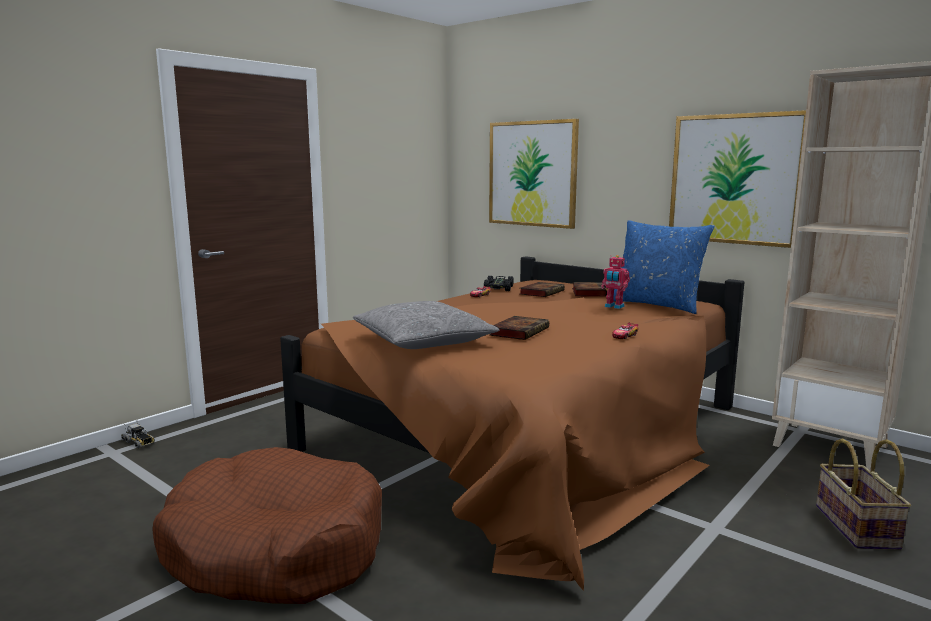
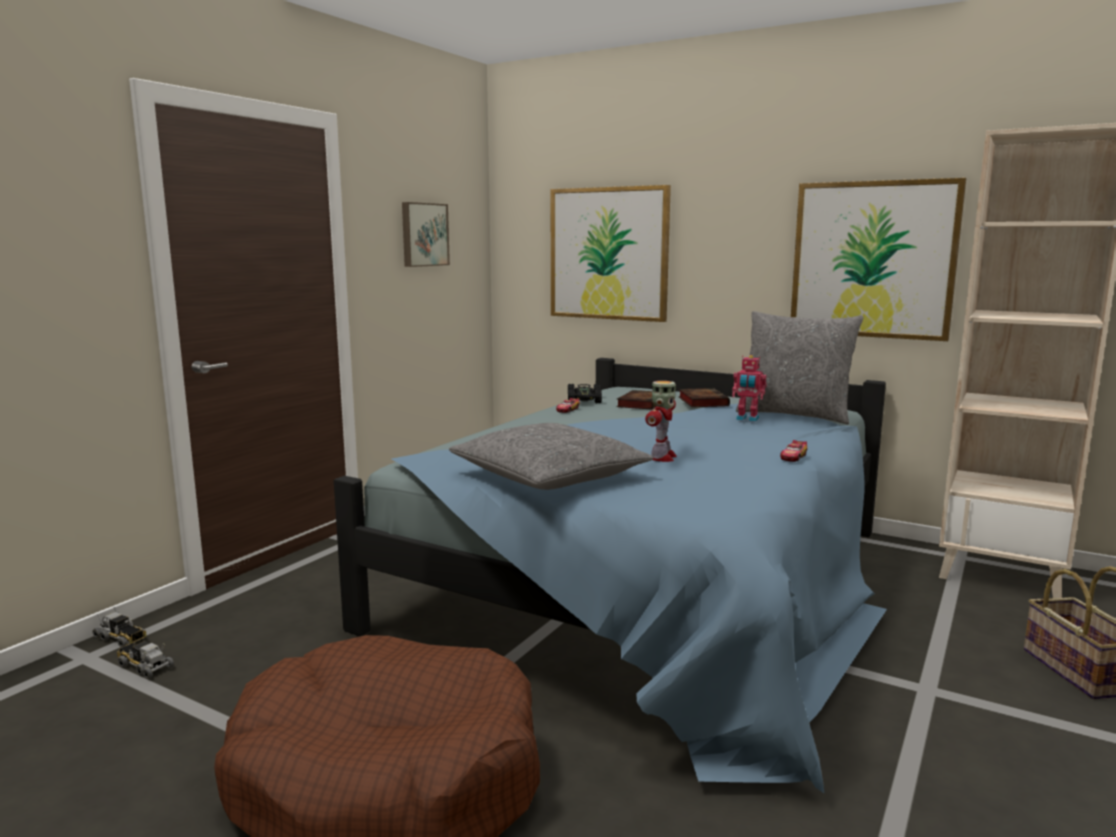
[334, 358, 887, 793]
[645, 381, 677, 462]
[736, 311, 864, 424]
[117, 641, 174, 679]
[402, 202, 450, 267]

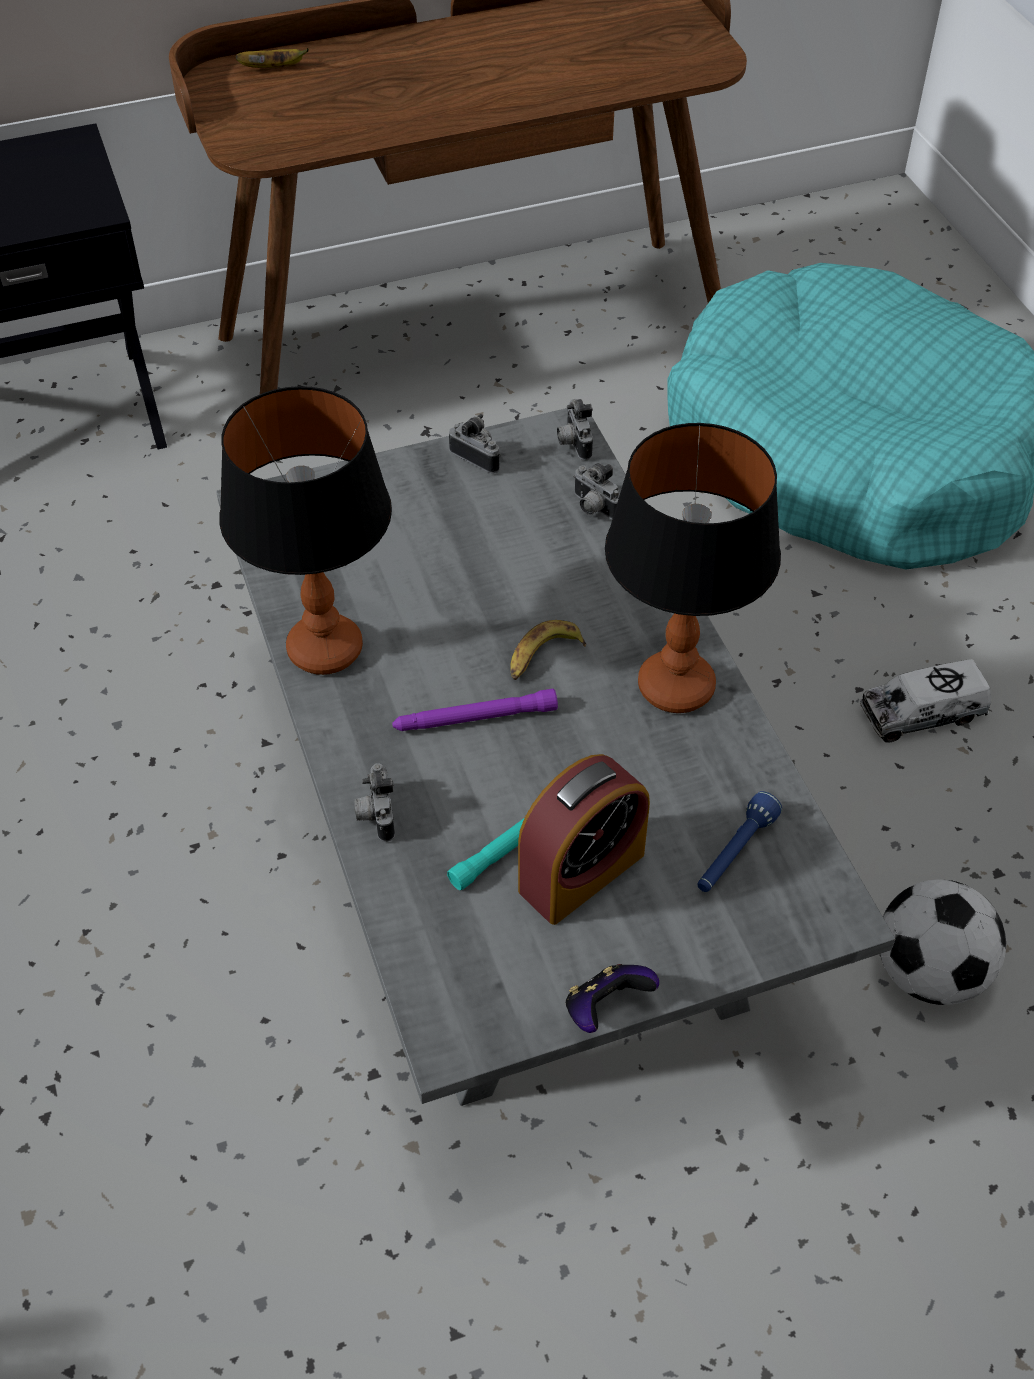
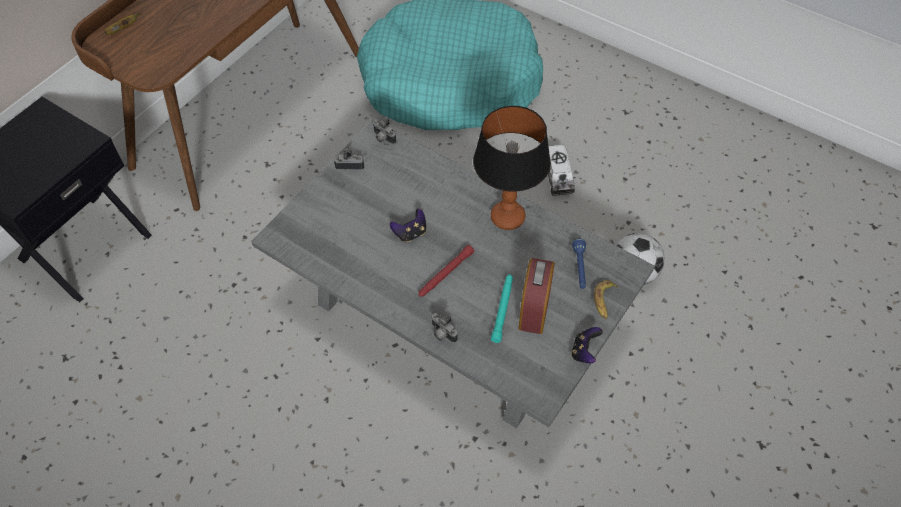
[219, 386, 392, 675] (first image)
[419, 245, 474, 297]
[594, 280, 619, 319]
[573, 463, 620, 520] (first image)
[548, 145, 575, 196]
[390, 209, 426, 242]

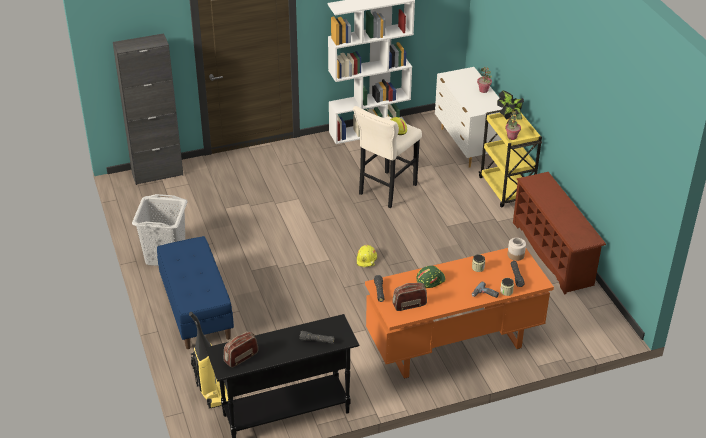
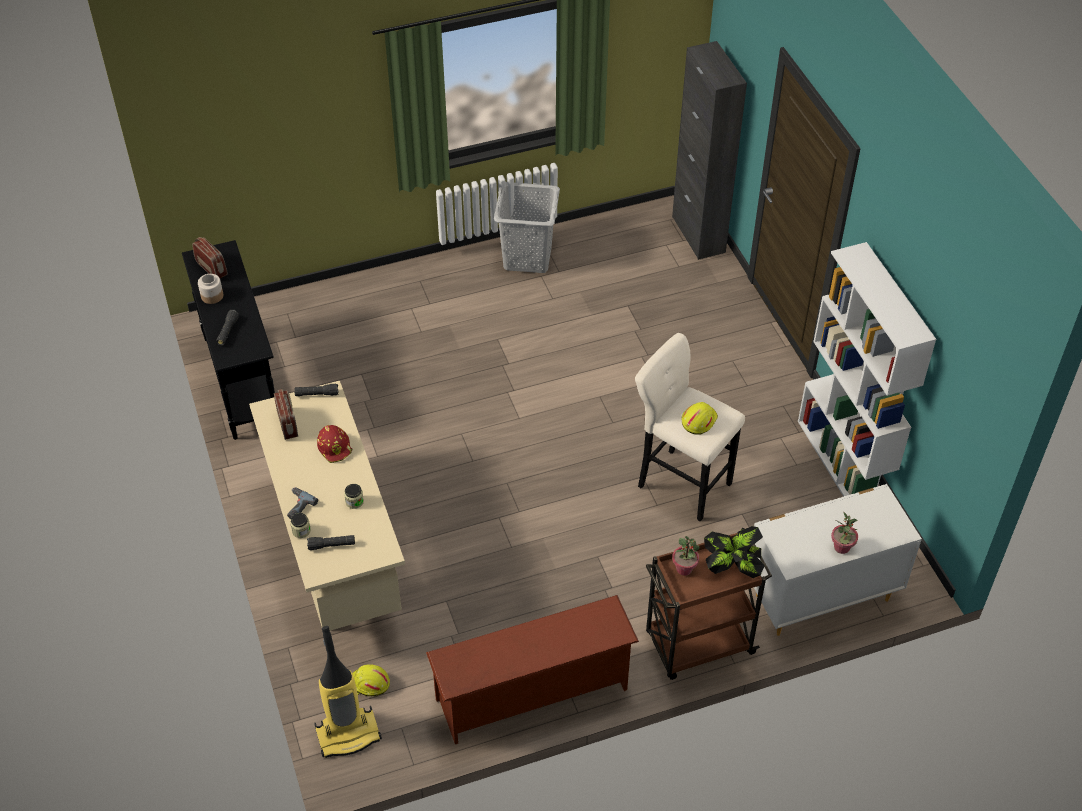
[157, 236, 234, 349] (first image)
[315, 626, 382, 758]
[352, 664, 390, 696]
[249, 381, 405, 631]
[317, 425, 353, 463]
[646, 532, 772, 680]
[198, 274, 223, 304]

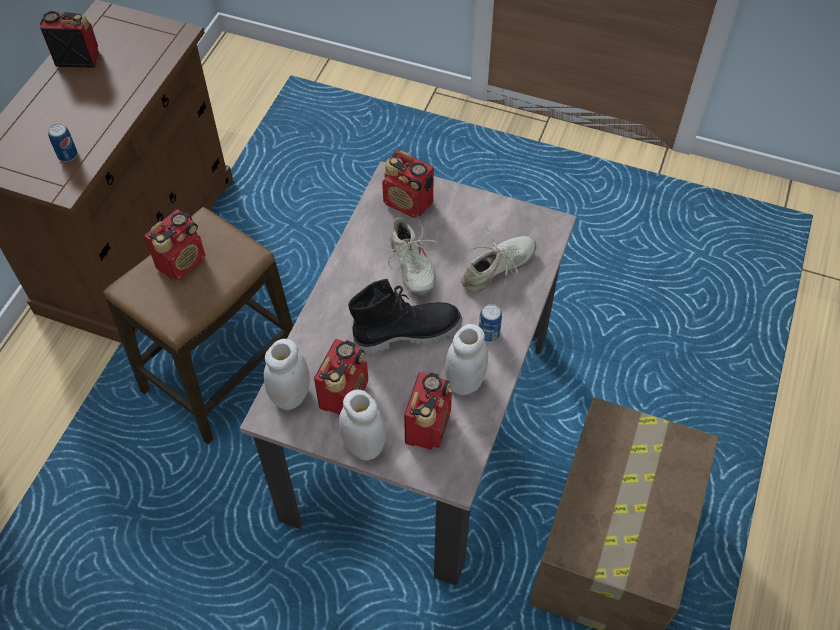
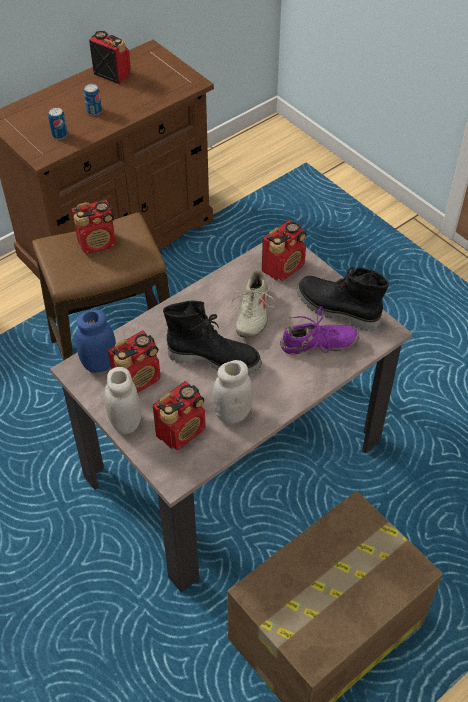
[76, 309, 116, 373]
[262, 220, 306, 281]
[280, 306, 359, 355]
[84, 84, 102, 115]
[297, 266, 389, 331]

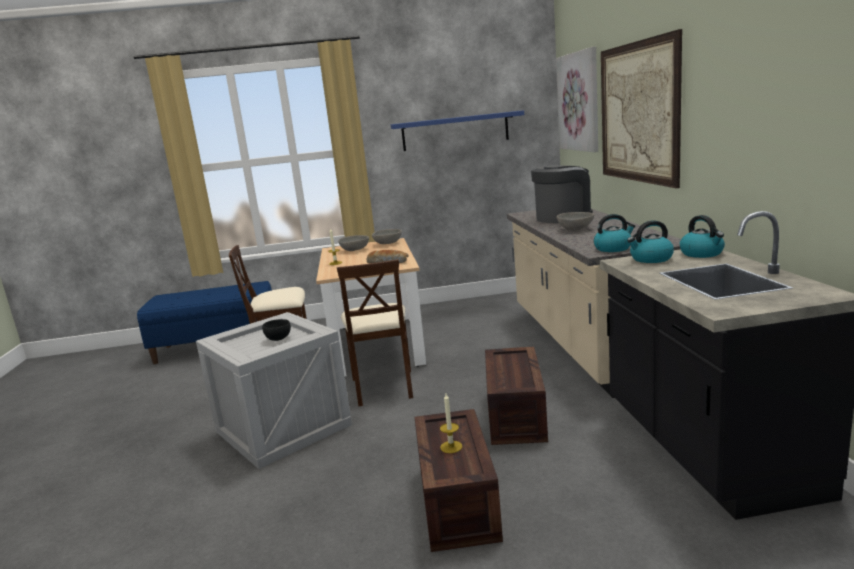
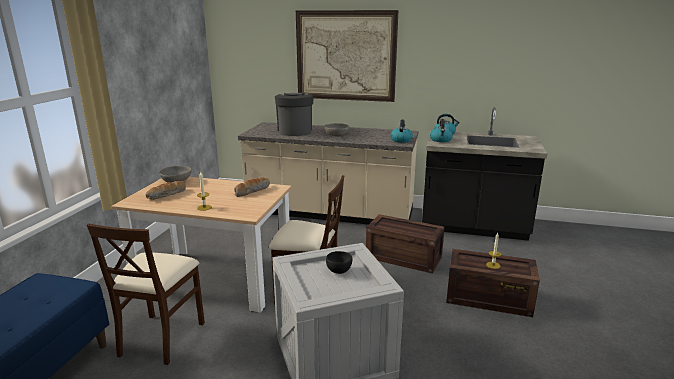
[146, 181, 186, 200]
[391, 110, 524, 151] (first image)
[556, 47, 598, 152] (first image)

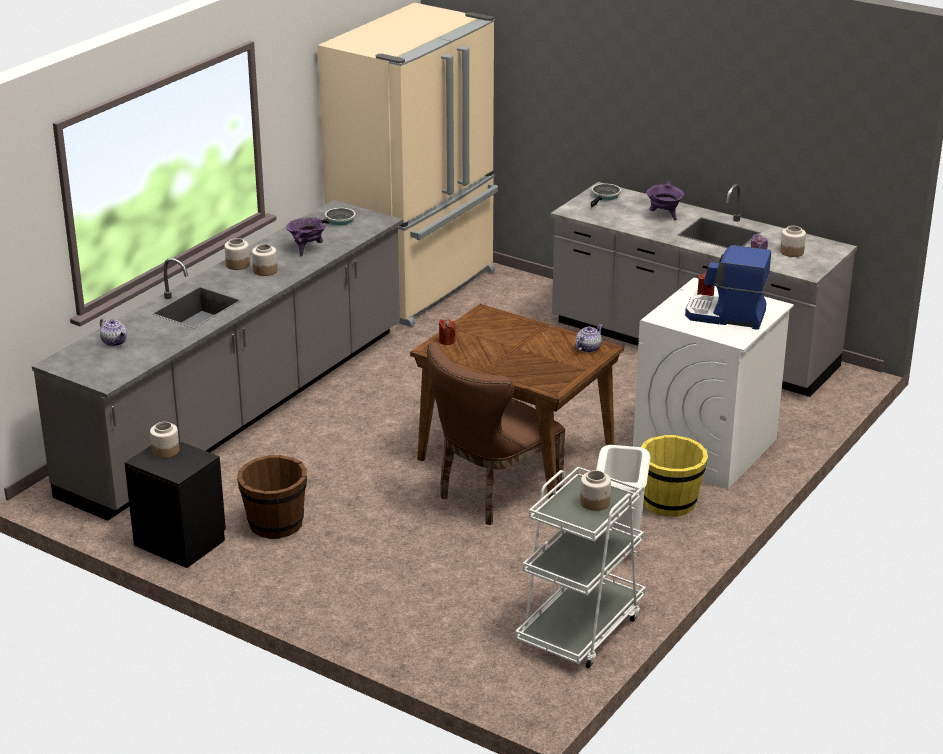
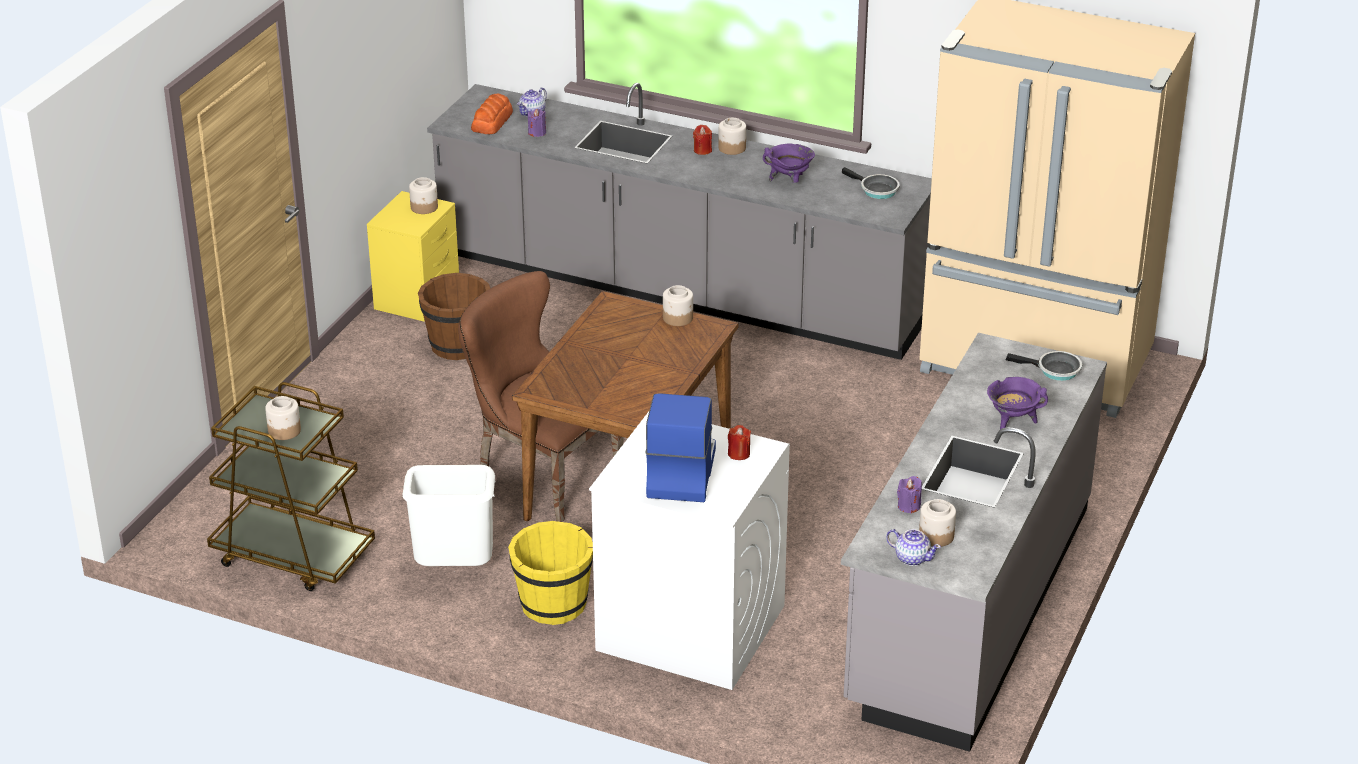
[367, 191, 459, 322]
[663, 285, 693, 326]
[693, 125, 712, 155]
[207, 382, 375, 591]
[886, 529, 941, 566]
[471, 94, 513, 134]
[528, 109, 546, 137]

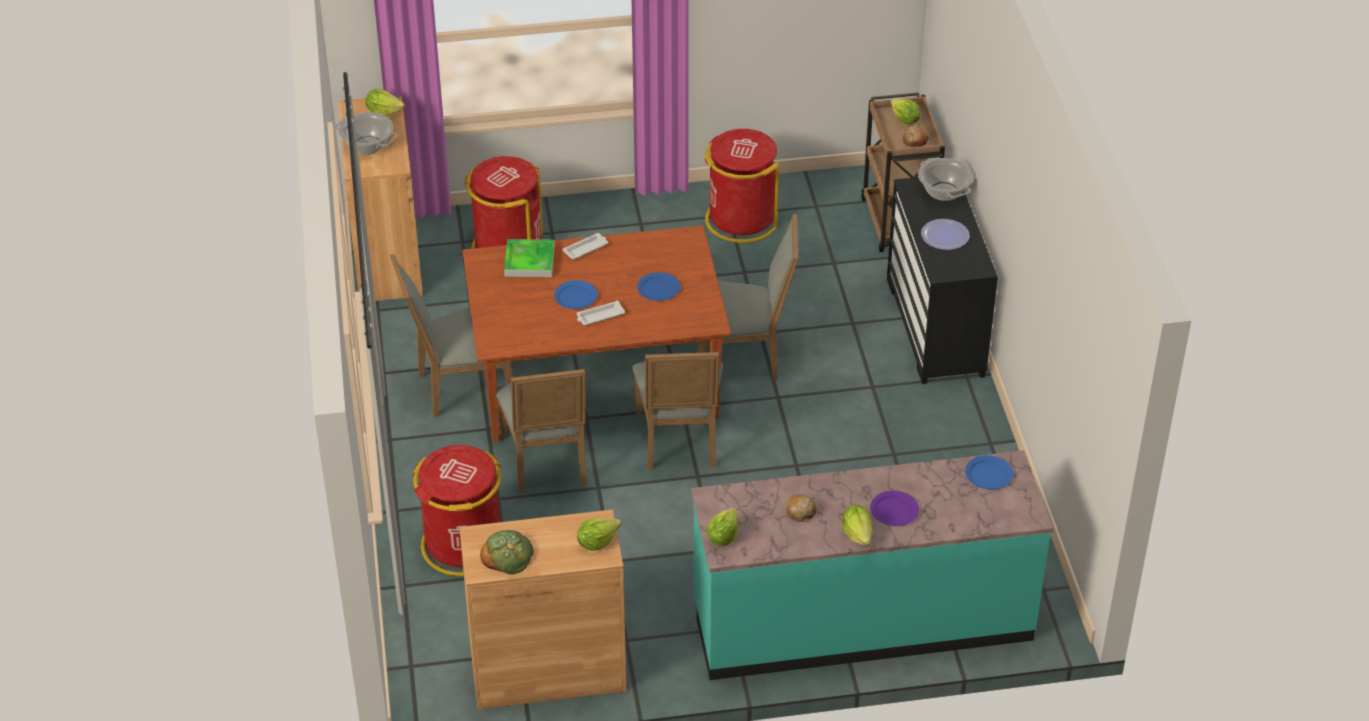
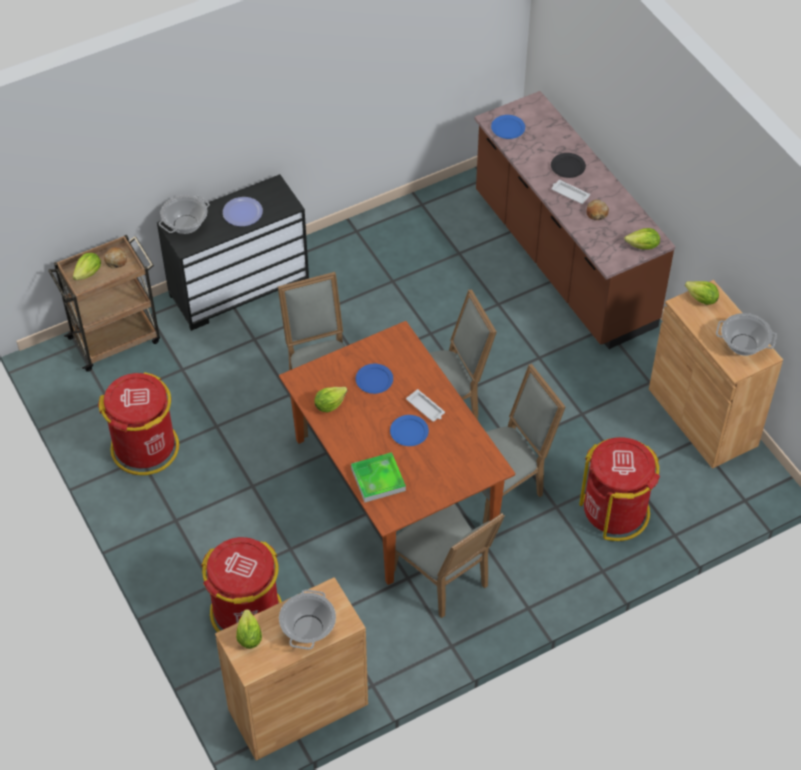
[716, 313, 777, 356]
[551, 180, 590, 204]
[474, 91, 675, 349]
[314, 387, 348, 413]
[551, 153, 586, 178]

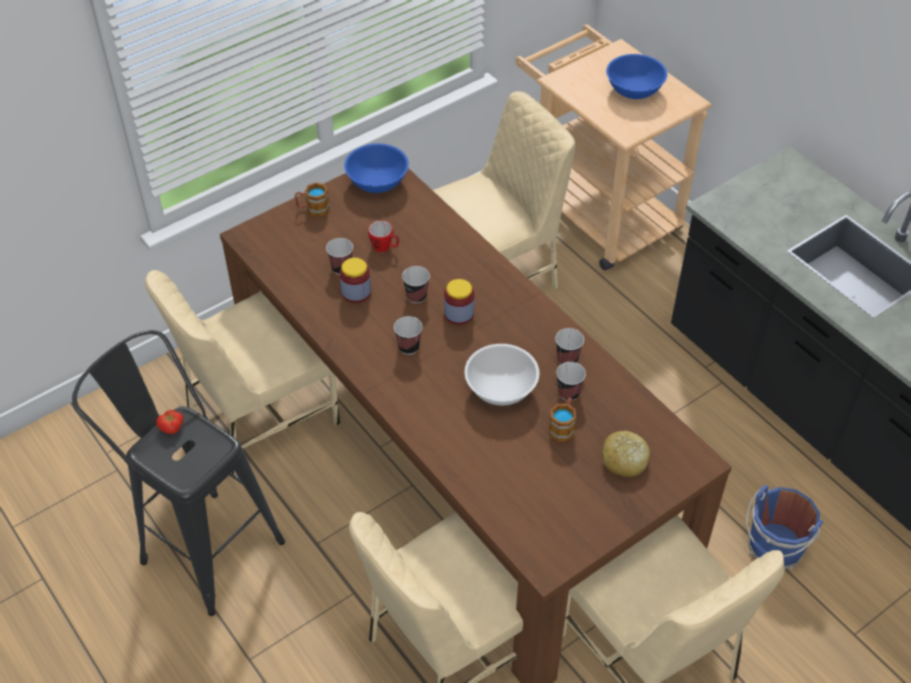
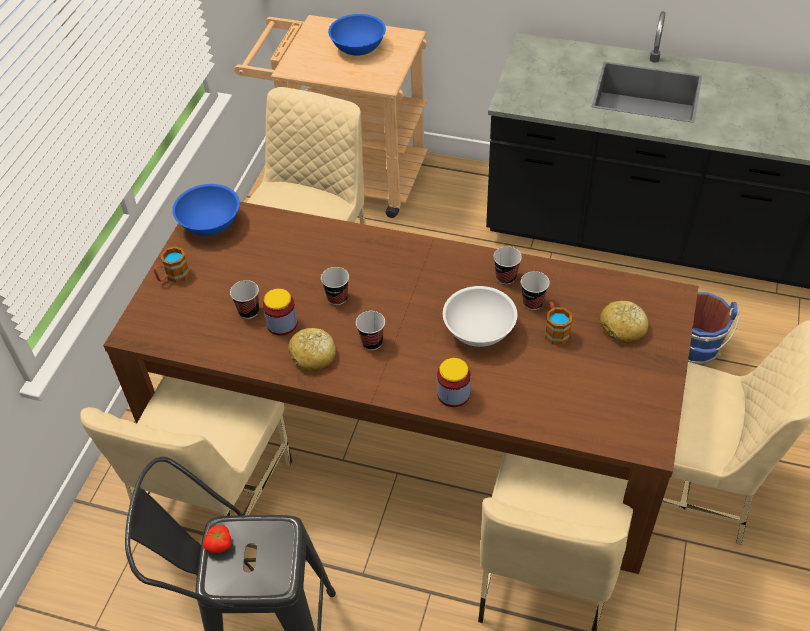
[368, 221, 399, 252] (first image)
[437, 358, 471, 407]
[288, 328, 336, 371]

